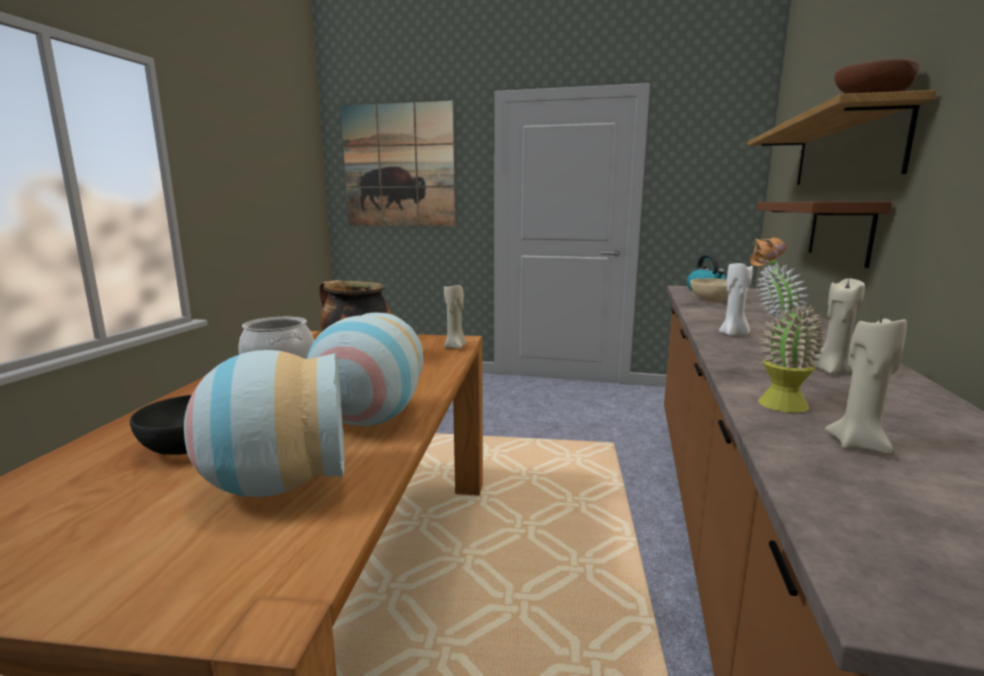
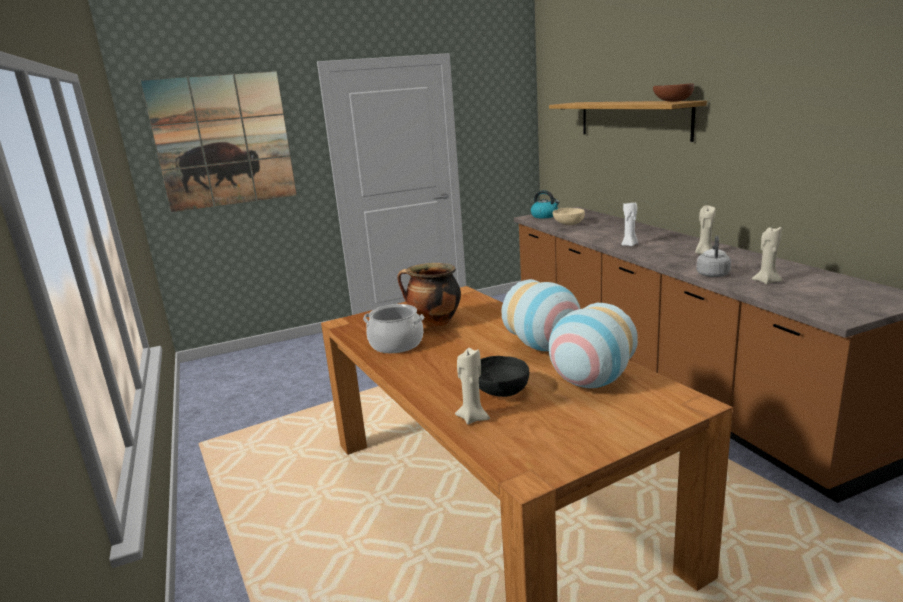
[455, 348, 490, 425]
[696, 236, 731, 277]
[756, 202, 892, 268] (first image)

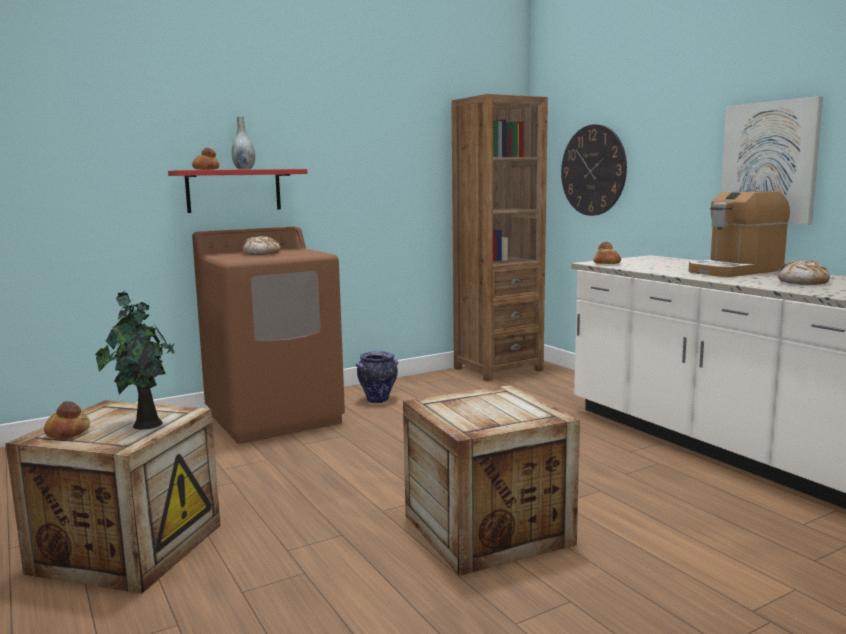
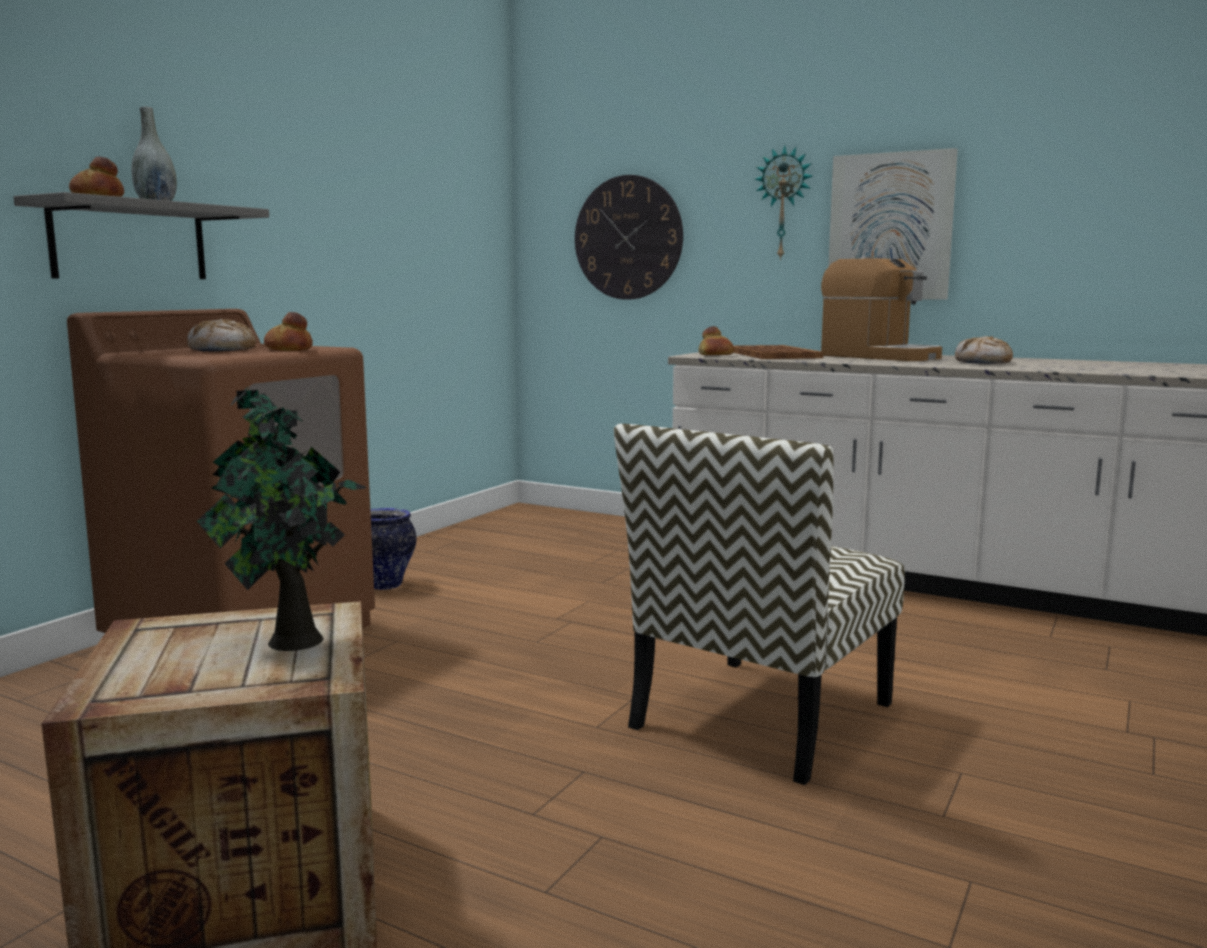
[264, 312, 313, 351]
[13, 192, 269, 279]
[614, 424, 905, 785]
[451, 94, 548, 382] (first image)
[821, 256, 942, 361]
[733, 345, 823, 359]
[754, 145, 813, 260]

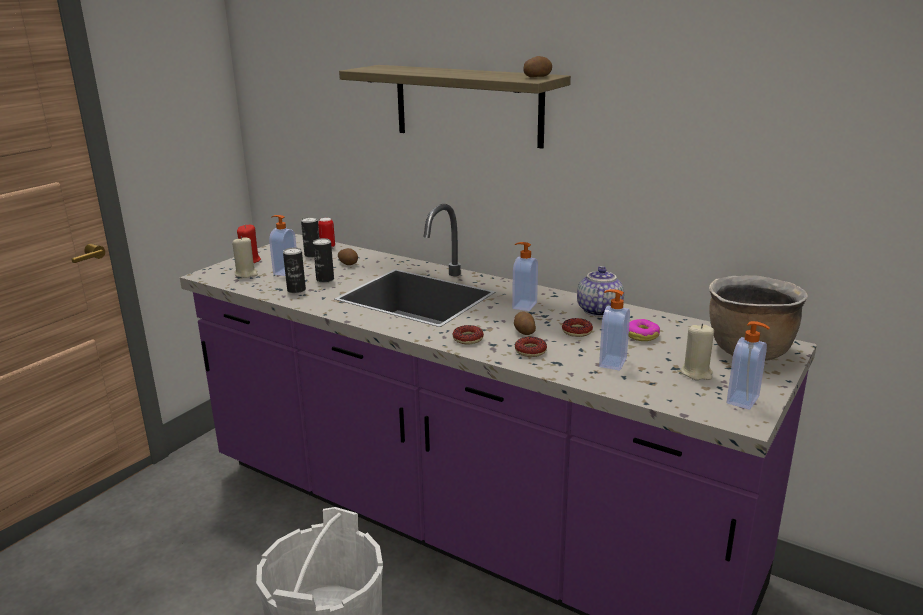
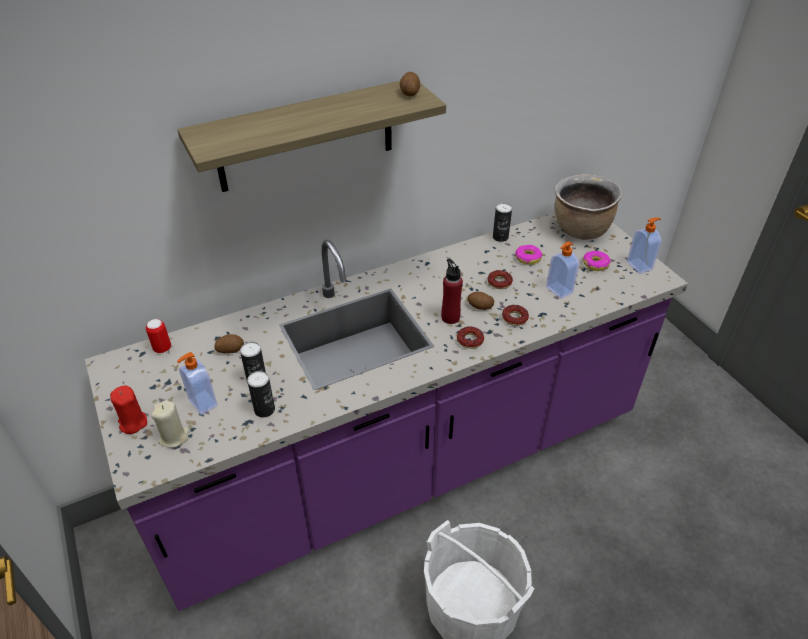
[493, 203, 512, 242]
[512, 242, 538, 311] (first image)
[577, 266, 624, 317] (first image)
[583, 251, 611, 271]
[441, 259, 463, 324]

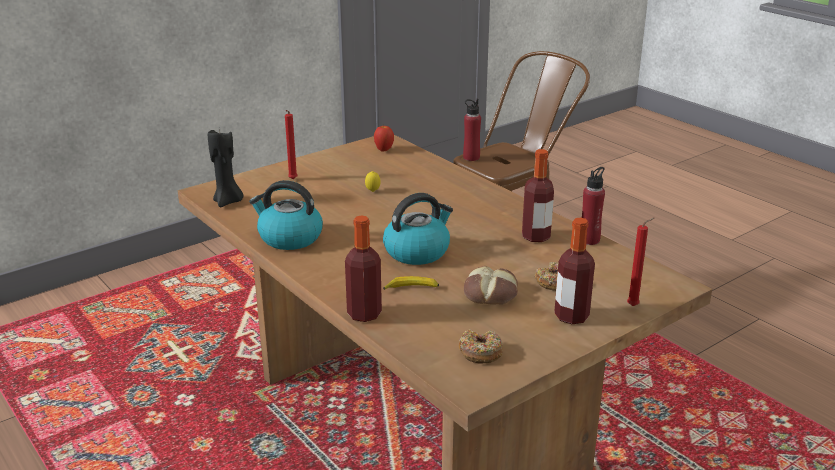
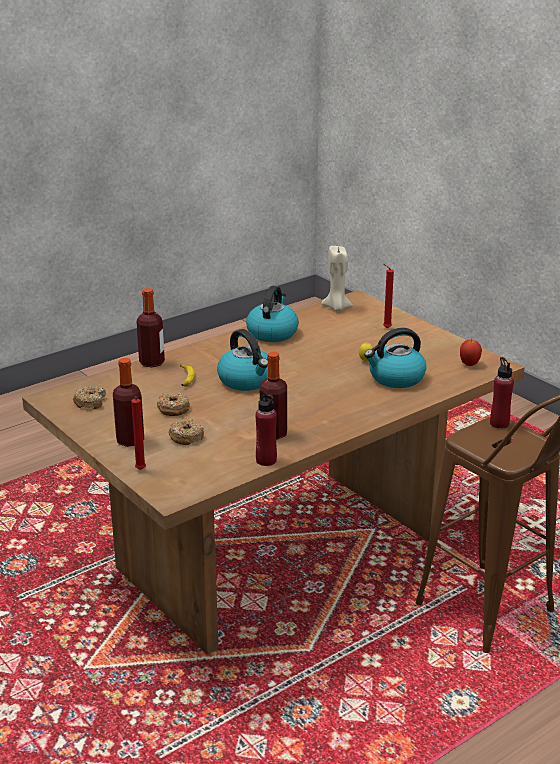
[321, 246, 353, 311]
[157, 393, 190, 416]
[364, 328, 427, 388]

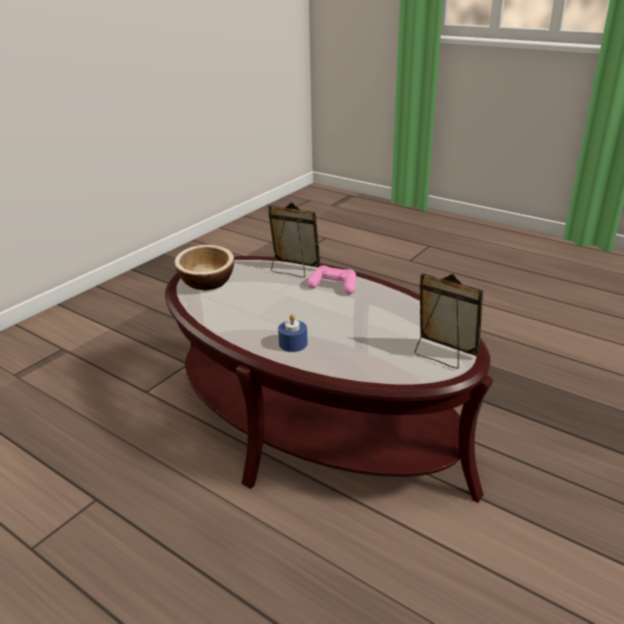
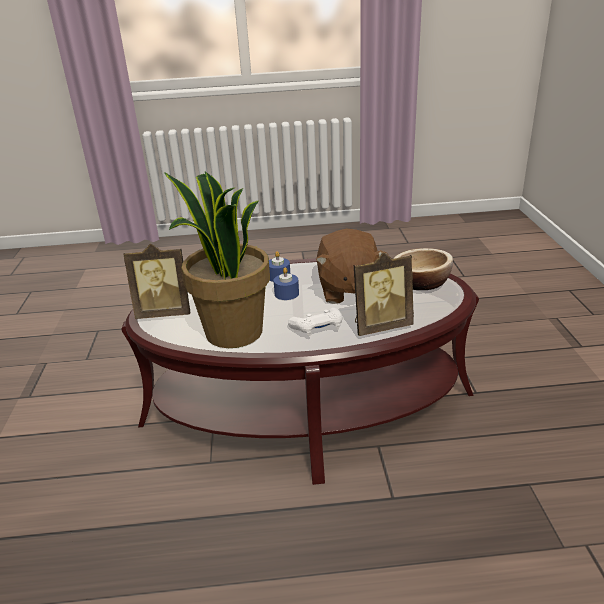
[288, 308, 342, 336]
[164, 171, 270, 348]
[273, 268, 299, 300]
[316, 228, 388, 304]

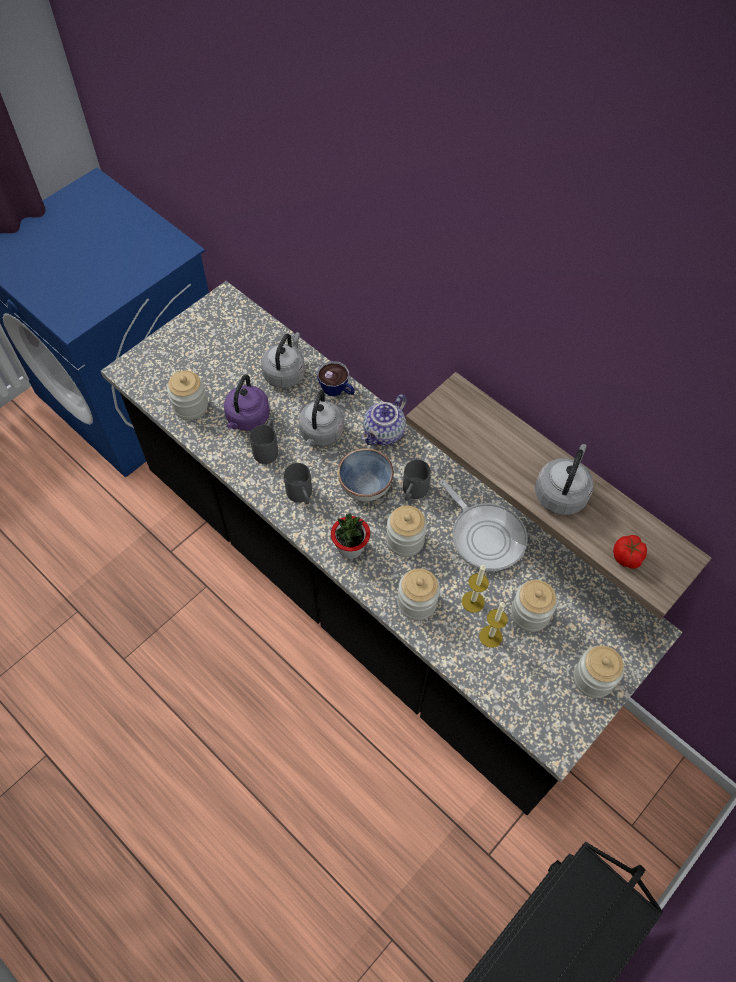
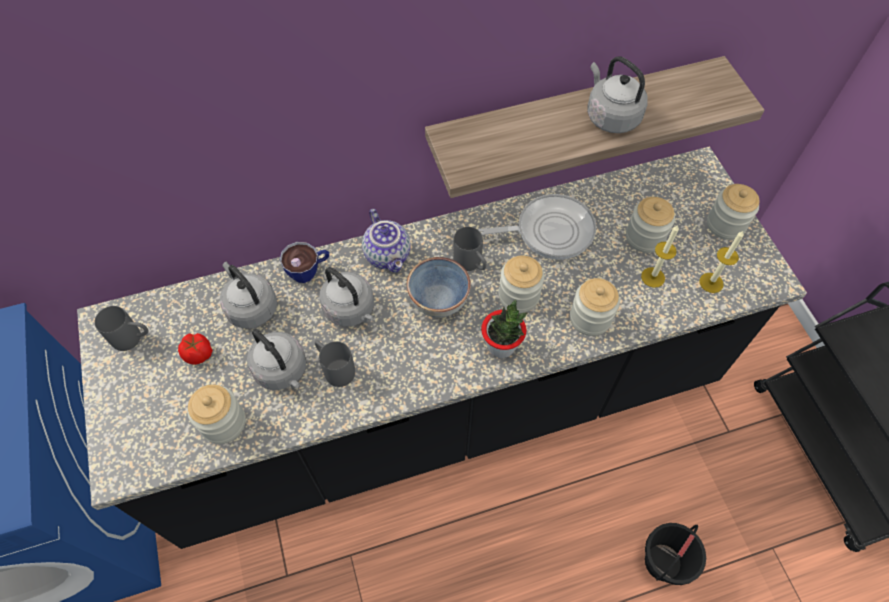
[247, 329, 306, 390]
[95, 306, 149, 351]
[699, 231, 744, 293]
[178, 333, 213, 365]
[645, 523, 706, 585]

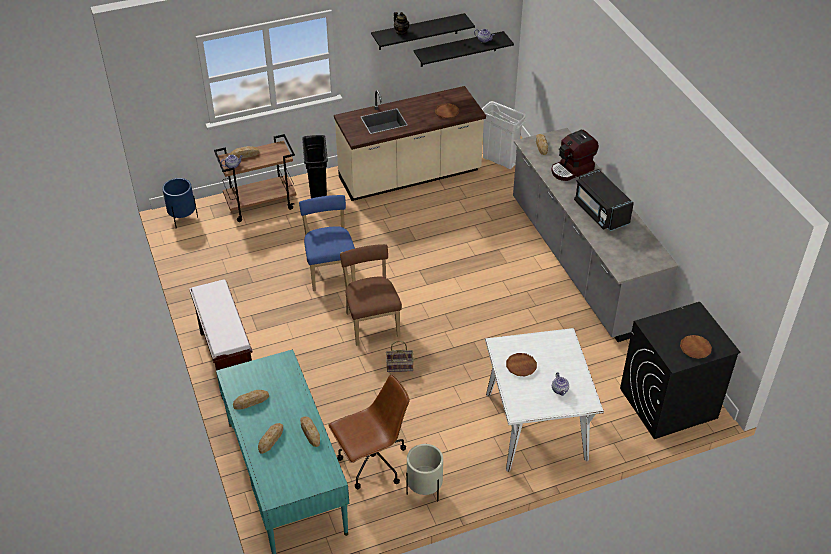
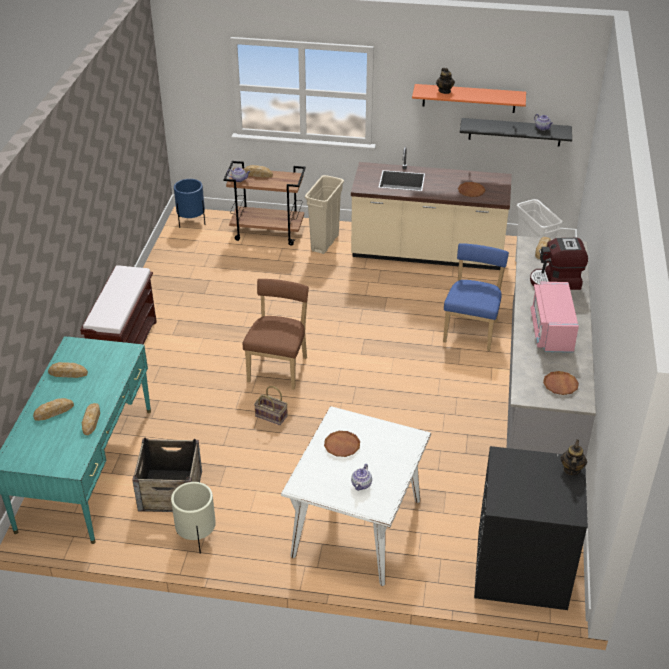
[443, 243, 509, 351]
[305, 175, 344, 254]
[132, 438, 202, 512]
[412, 84, 526, 113]
[530, 282, 579, 353]
[543, 371, 579, 395]
[561, 439, 587, 475]

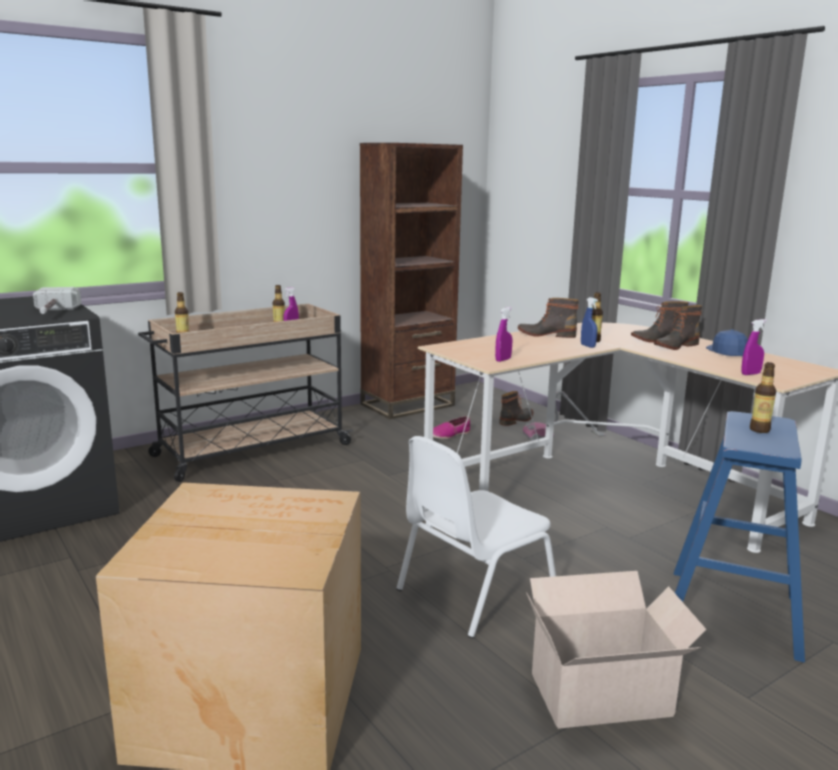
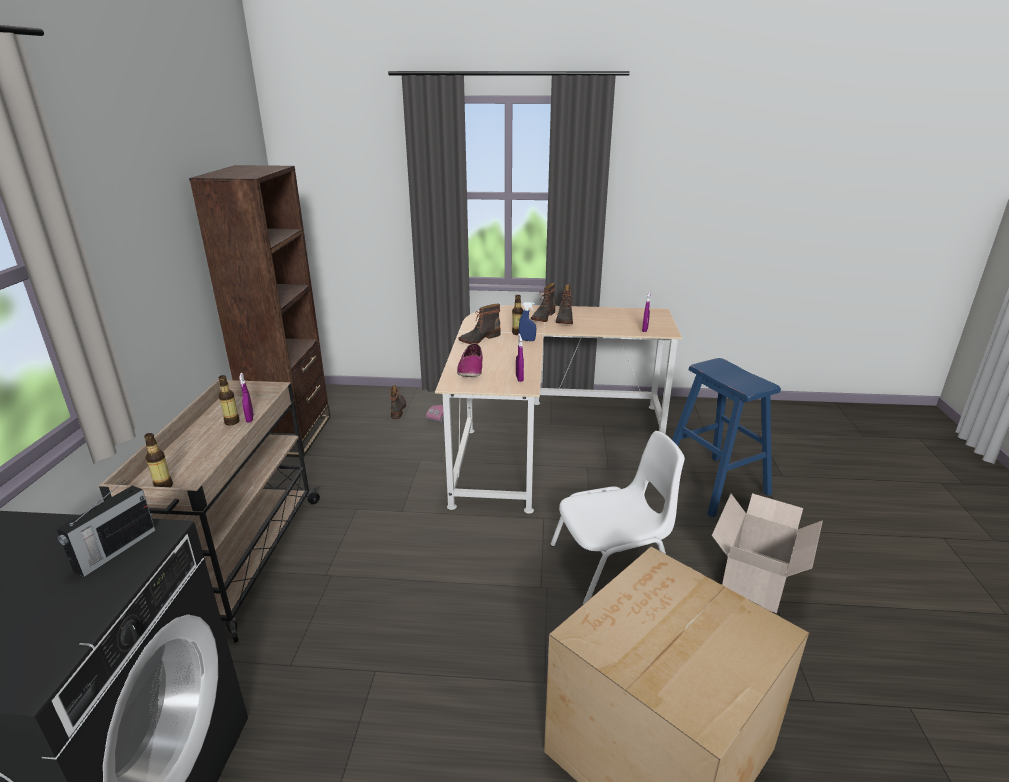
[56, 481, 156, 577]
[550, 431, 685, 605]
[457, 343, 483, 377]
[706, 329, 748, 356] (first image)
[750, 362, 776, 433] (first image)

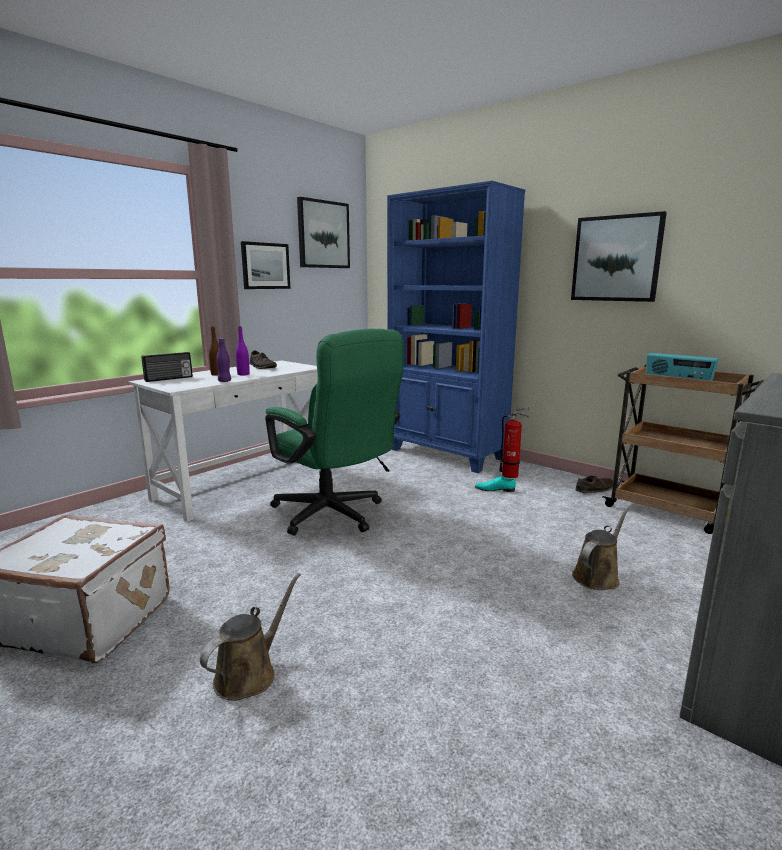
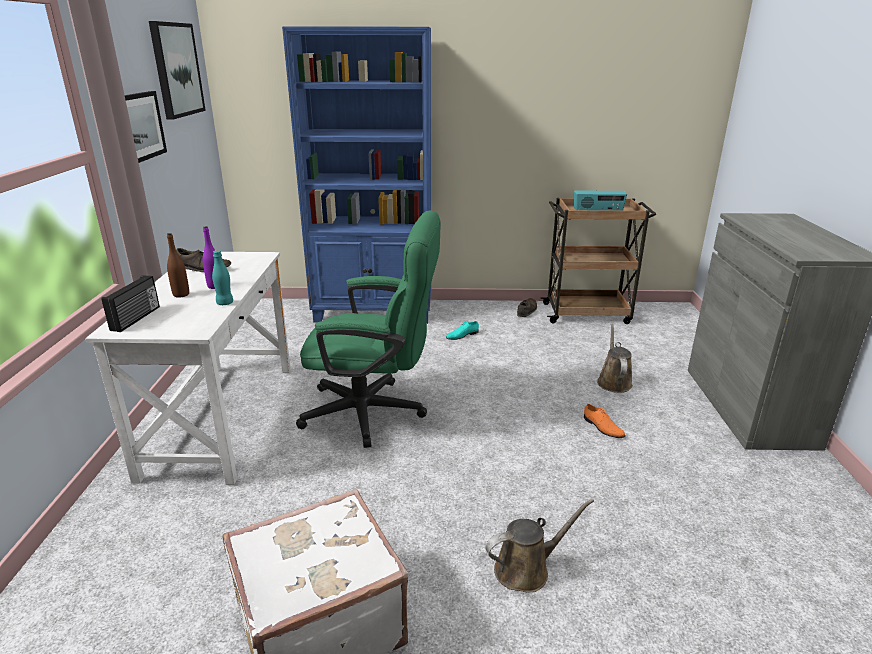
[485, 499, 594, 593]
[212, 250, 233, 305]
[499, 408, 530, 478] (first image)
[571, 211, 667, 302] (first image)
[584, 404, 625, 438]

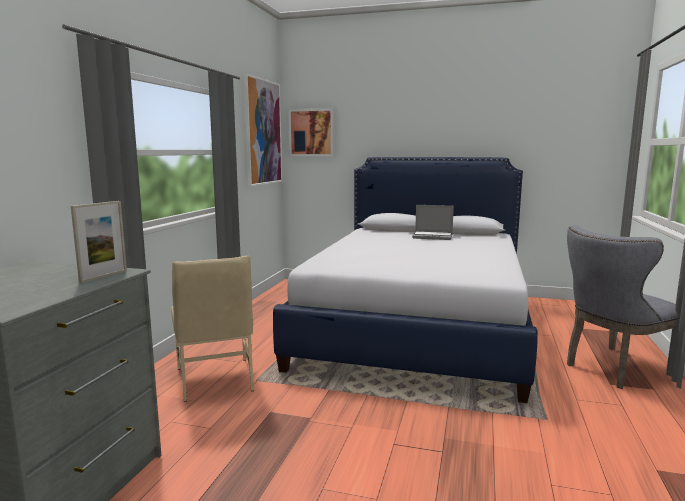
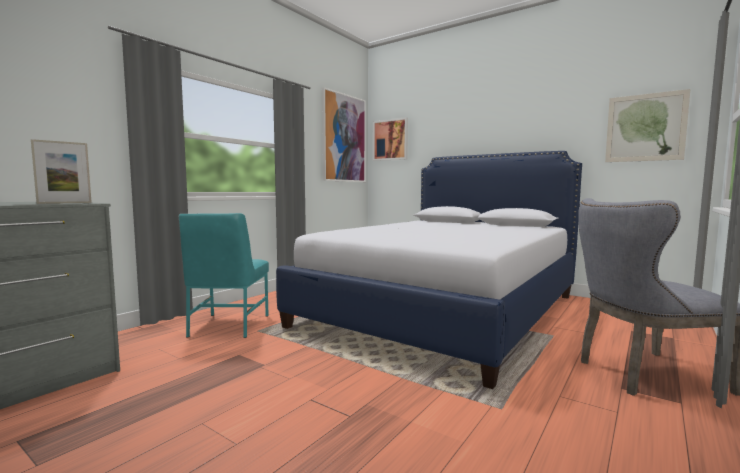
[179, 213, 269, 338]
[412, 205, 454, 240] (first image)
[605, 89, 690, 162]

